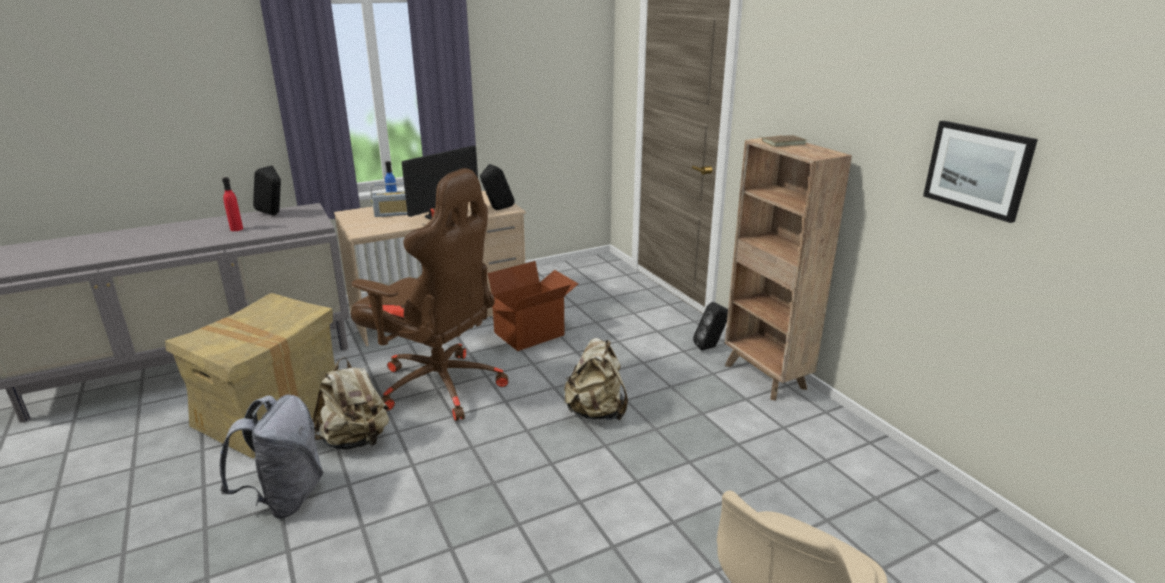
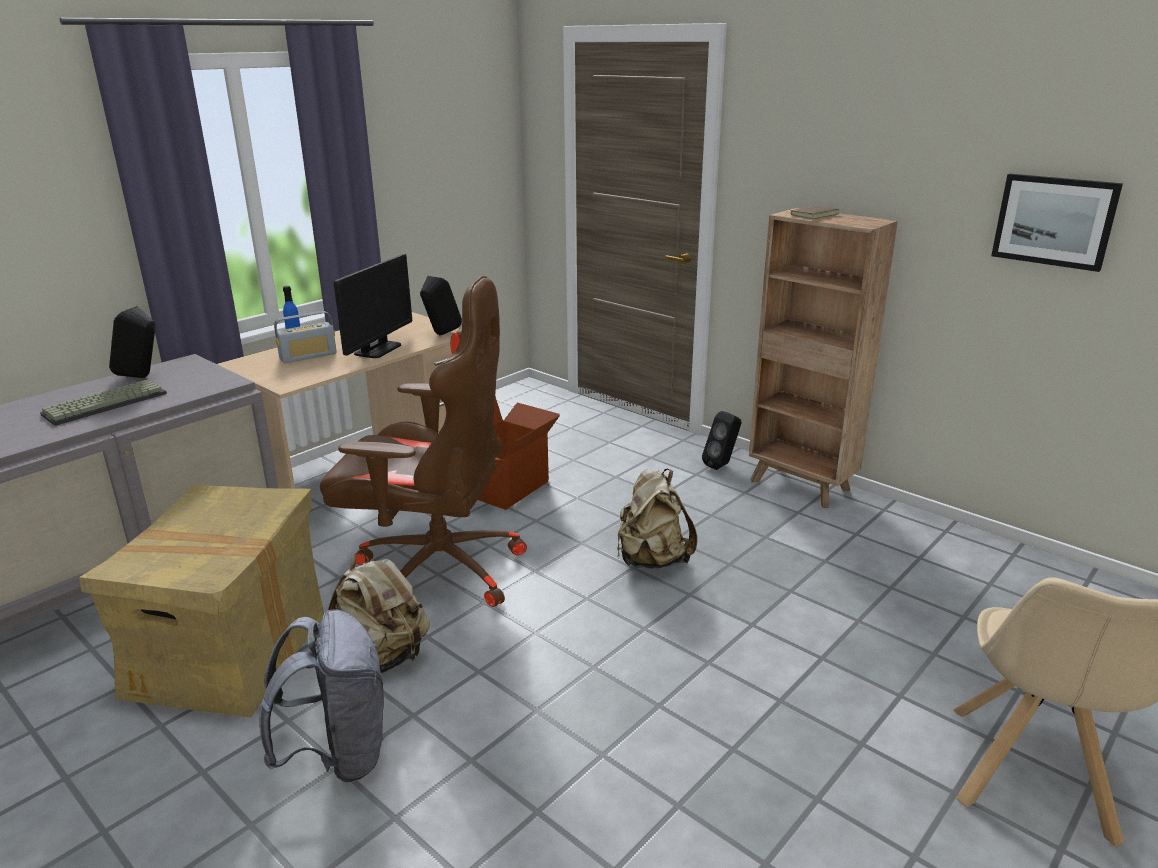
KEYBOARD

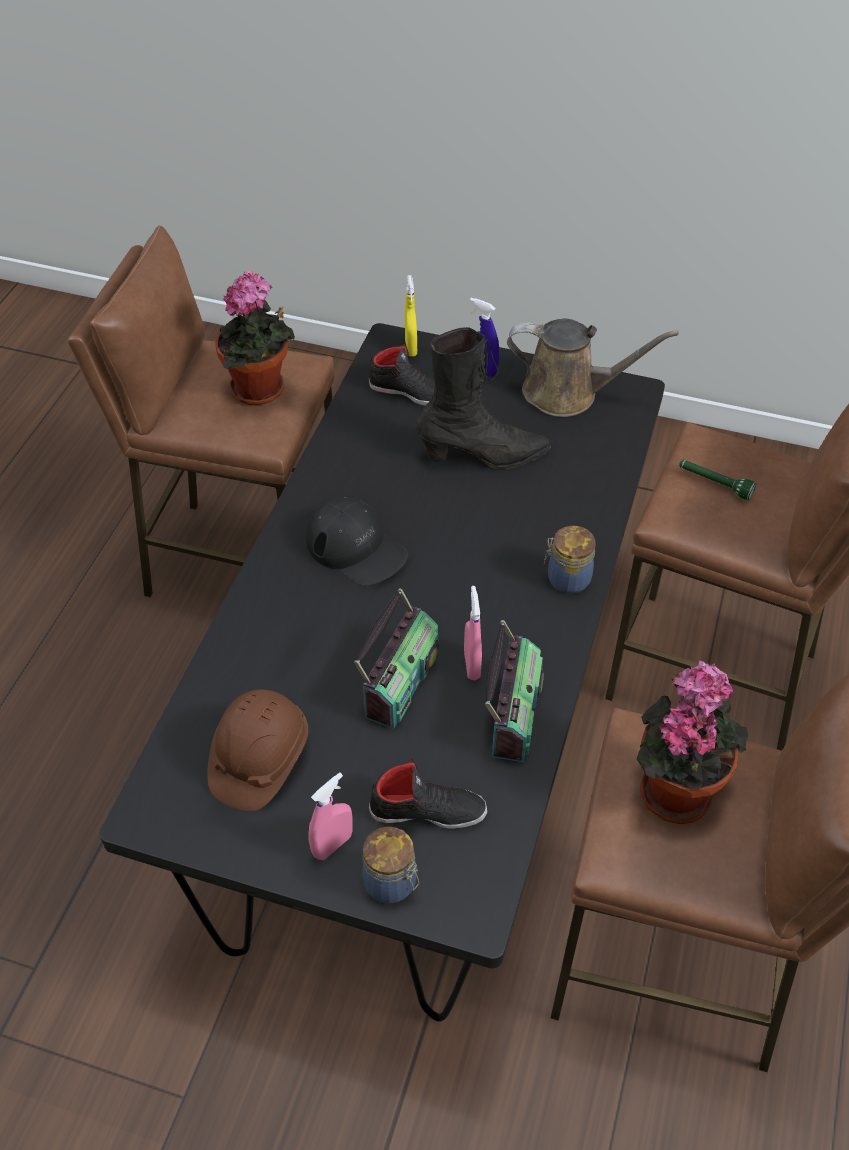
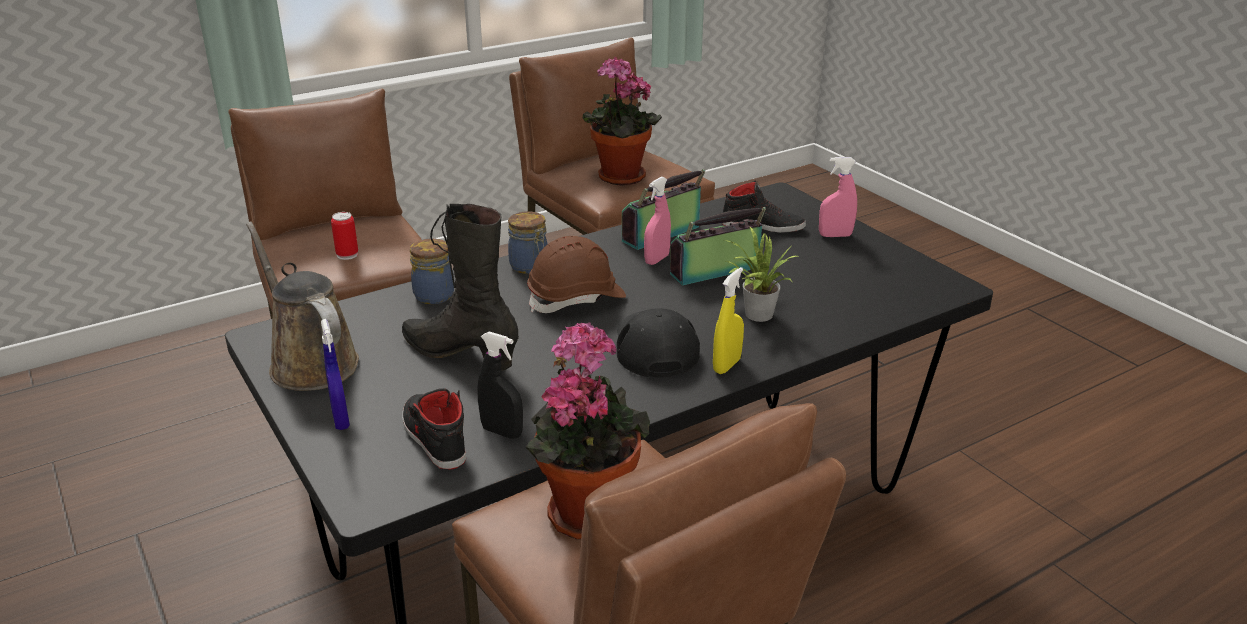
BROWN HARD HAT
JAR (no. 1 from left)
BLACK SHOE (no. 2 from left)
YELLOW SPRAY BOTTLE
CAN
BLACK SPRAY BOTTLE
POTTED PLANT (no. 3 from left)

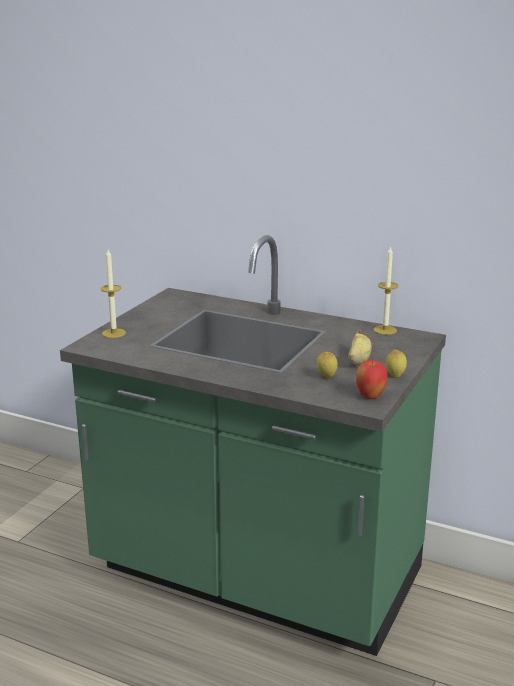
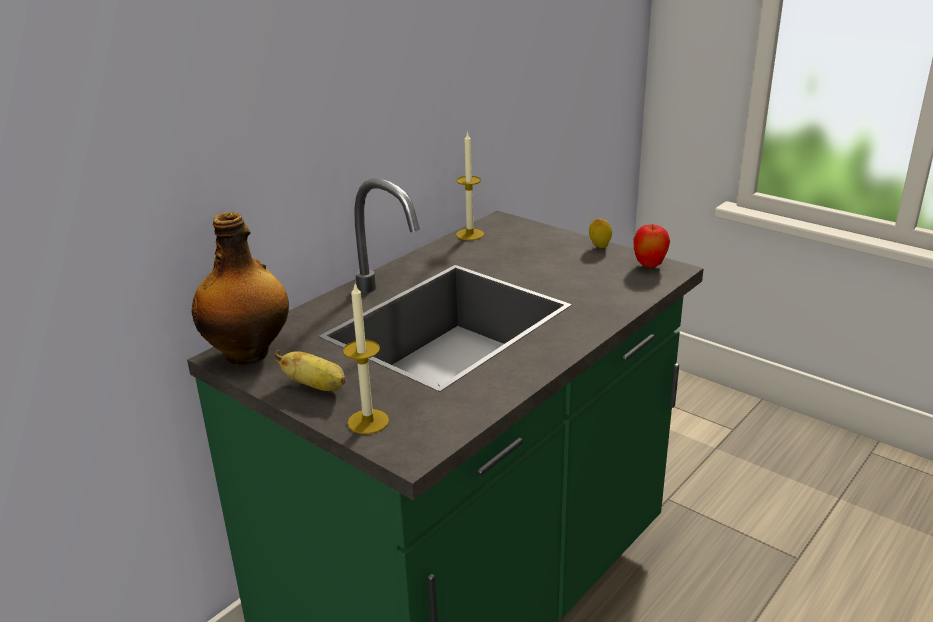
LEMON (no. 1 from left in the first image)
BANANA
BOTTLE

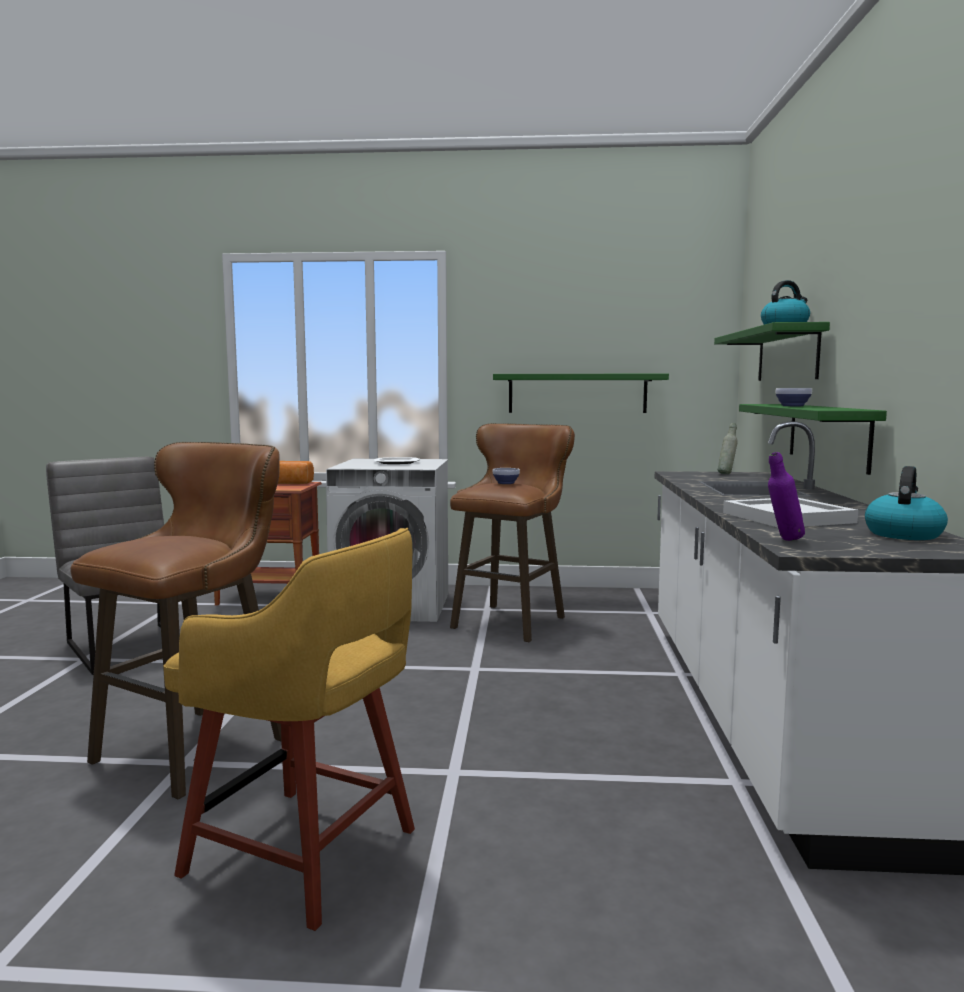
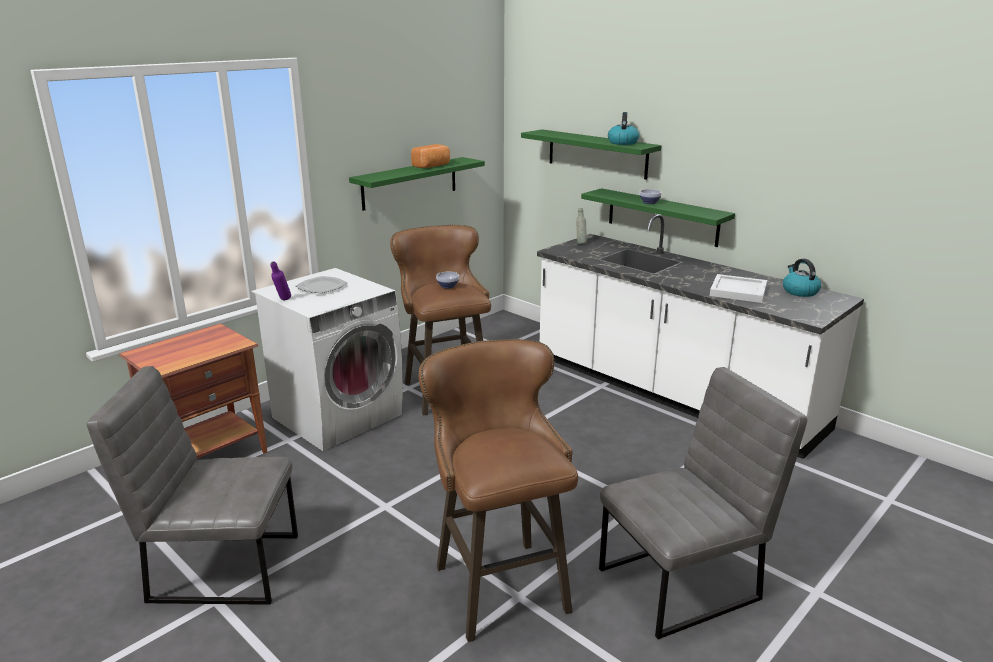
GREY CHAIR (no. 2 from left)
BREAD
PURPLE BOTTLE

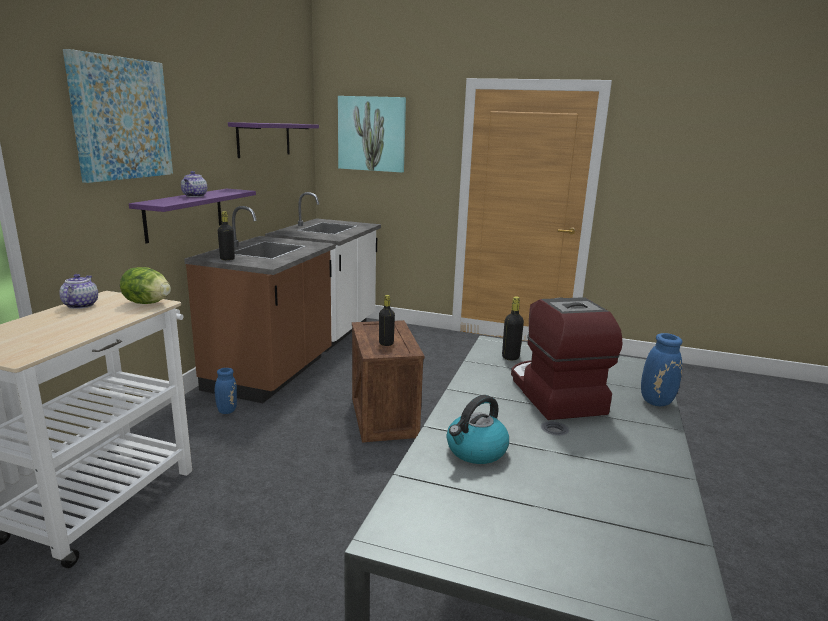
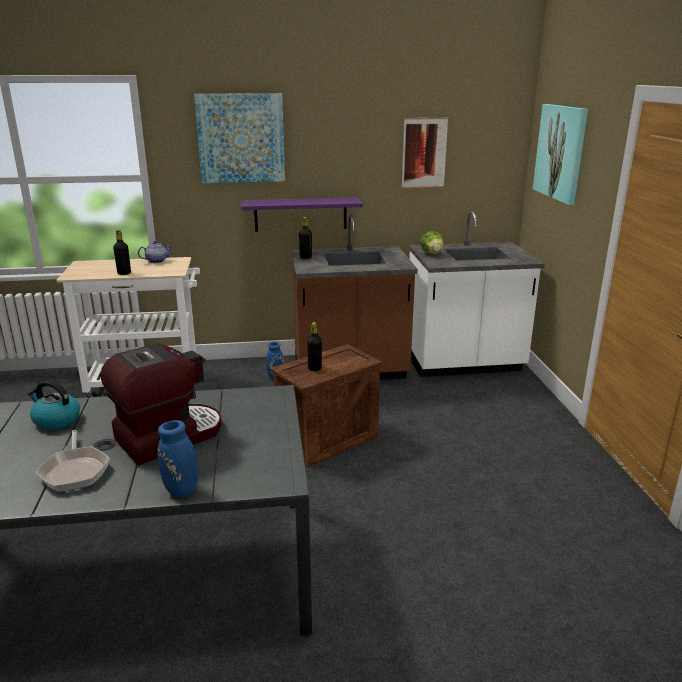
LETTUCE
TEAPOT (no. 2 from left in the first image)
PICTURE (no. 2 from left)
BLACK BOTTLE (no. 1 from left)
FRYING PAN

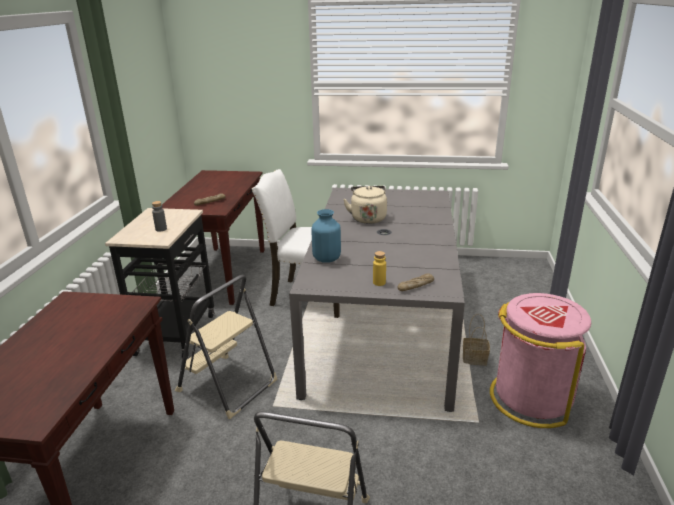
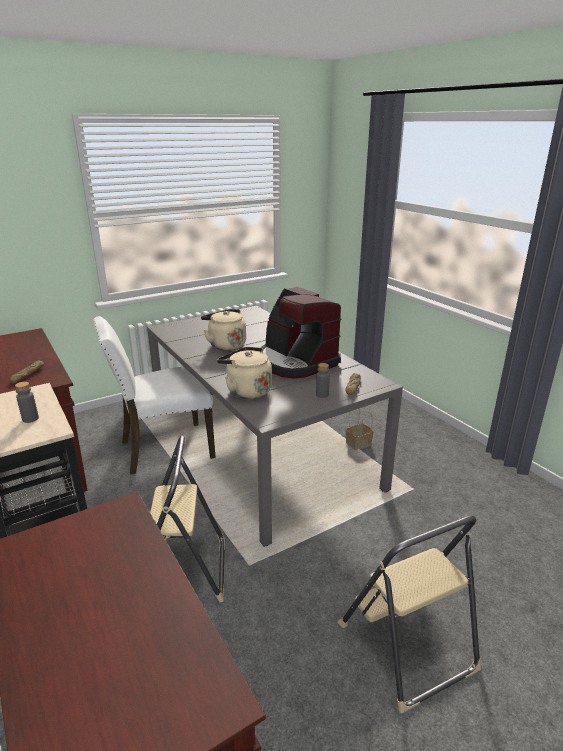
BEIGE KETTLE (no. 2 from left)
GREY BOTTLE (no. 2 from left)
PINK TRASH CAN
COFFEE MACHINE

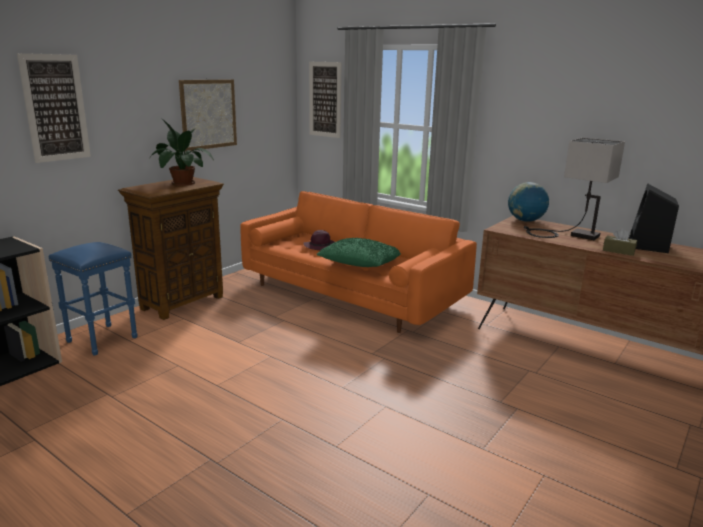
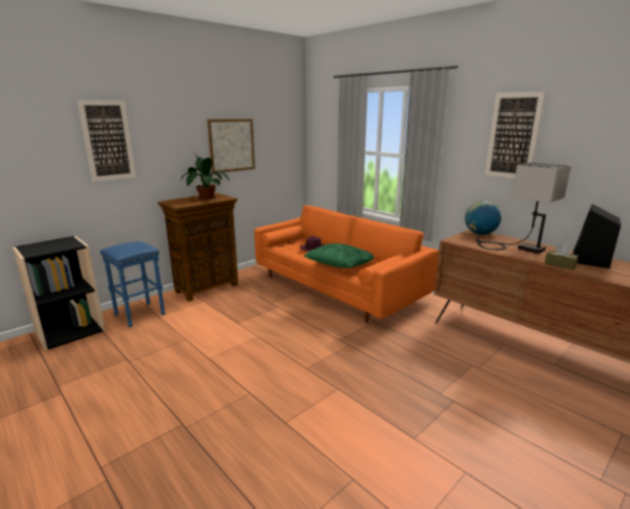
PICTURE (no. 3 from left)

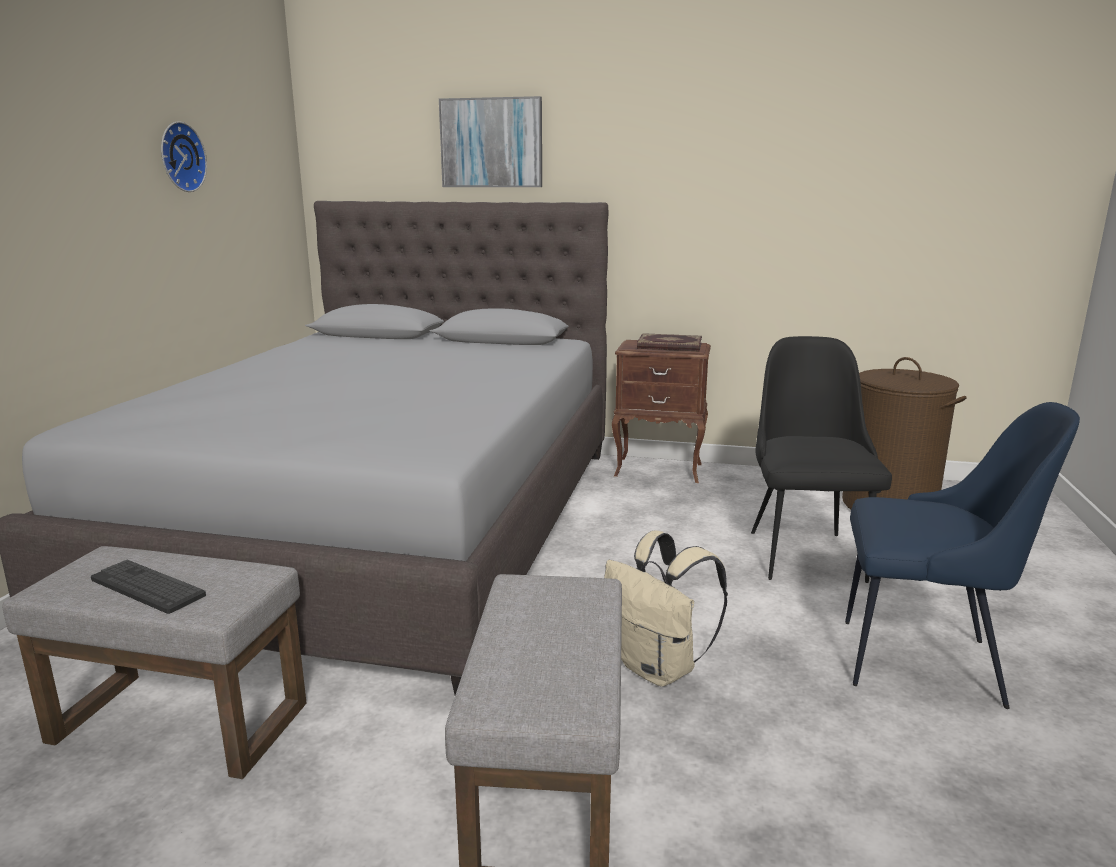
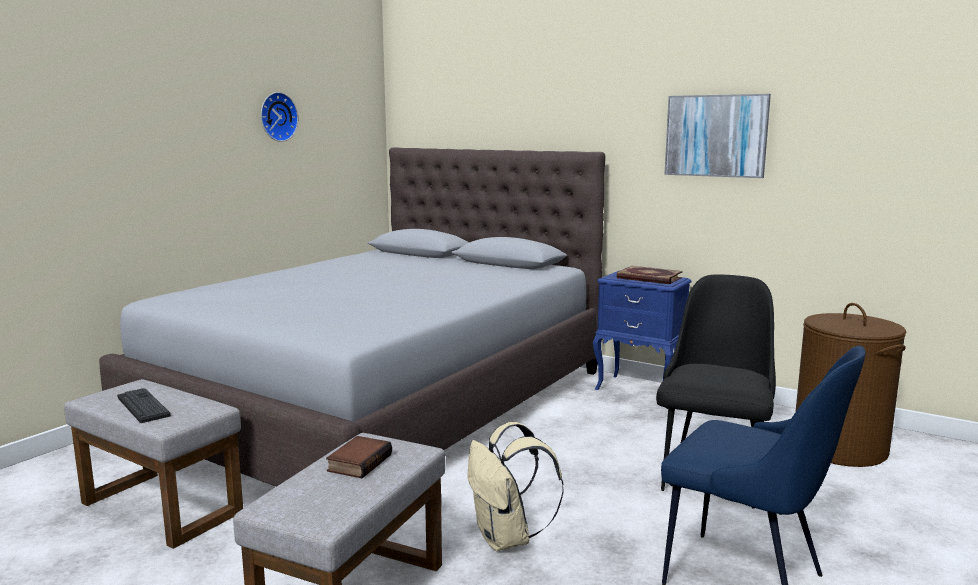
PICTURE
BLUE NIGHTSTAND
BOOK (no. 1 from left)

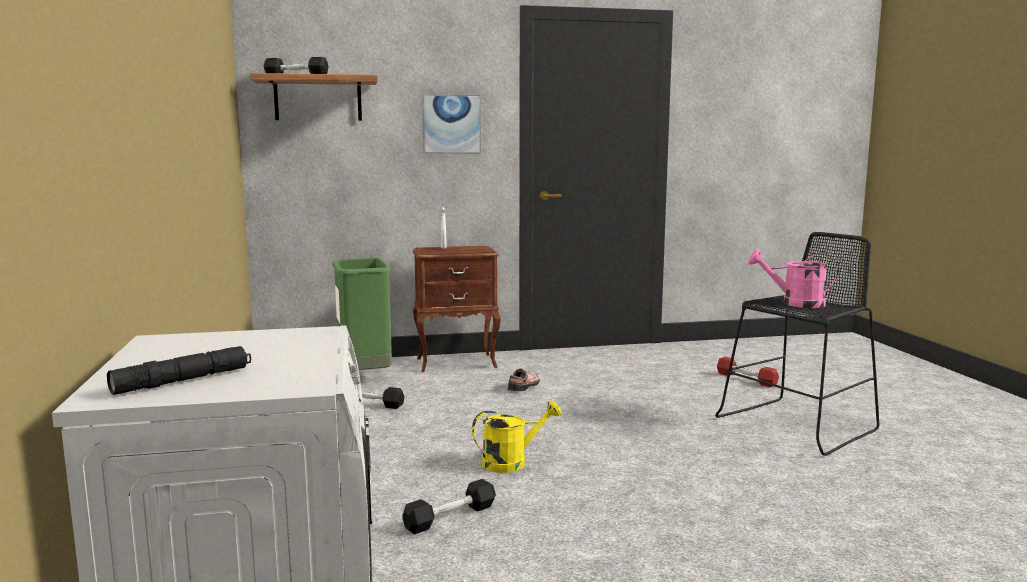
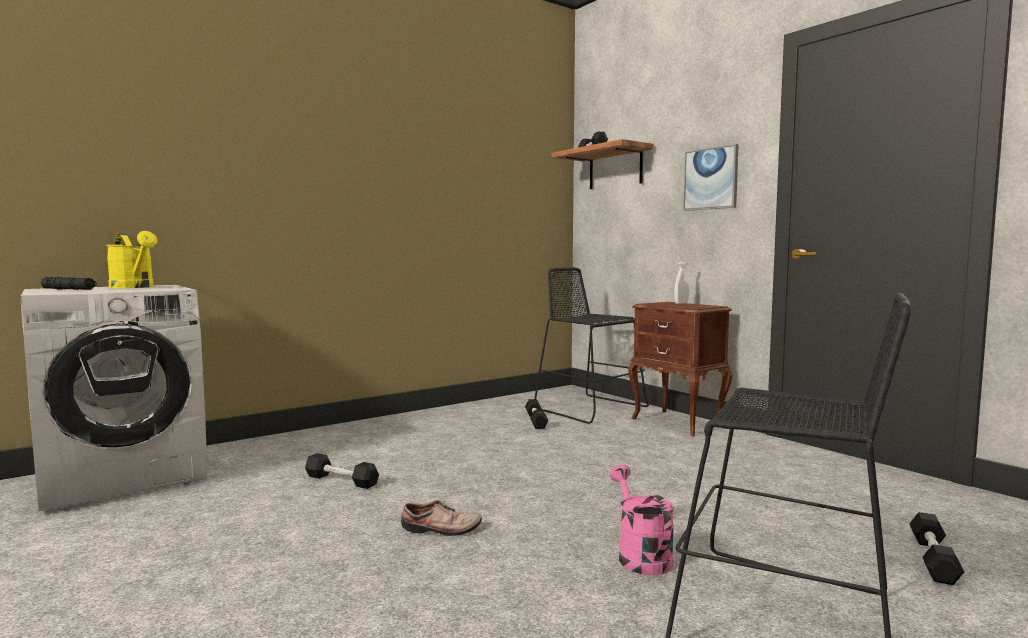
BLACK STOOL (no. 1 from left)
YELLOW WATERING CAN
SHOE
BLACK DUMBBELL (no. 4 from left)
PINK WATERING CAN

